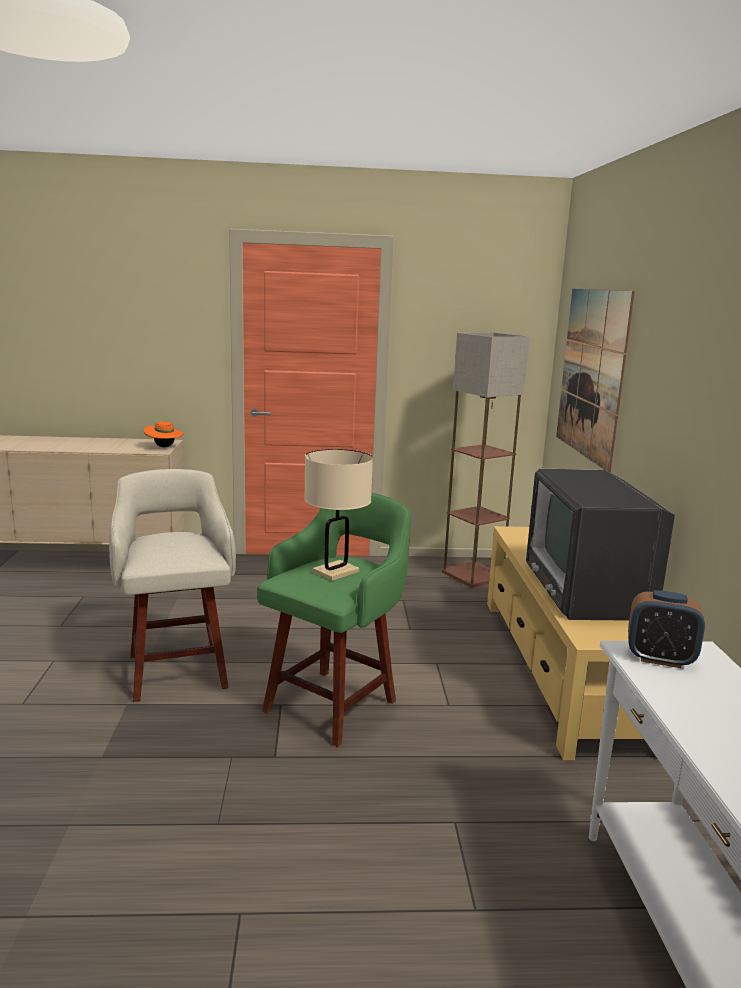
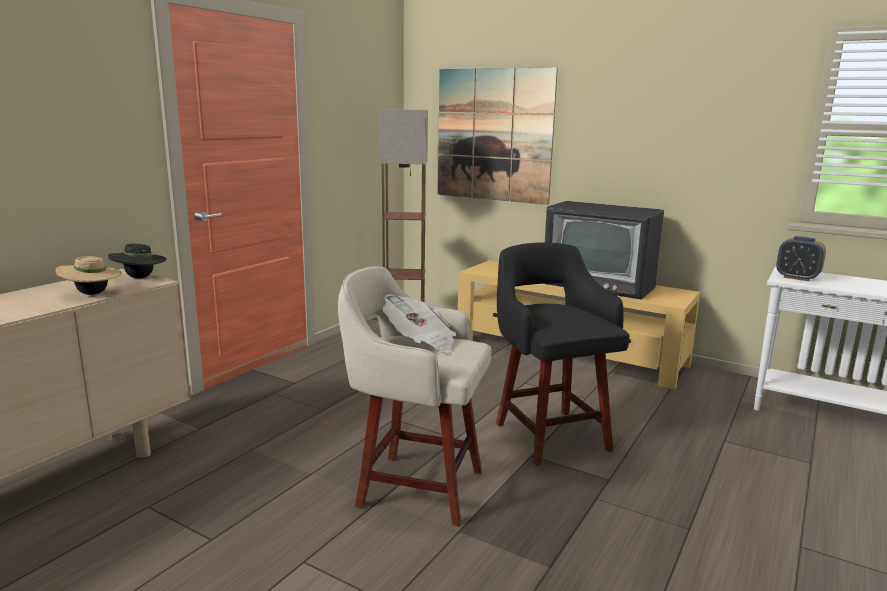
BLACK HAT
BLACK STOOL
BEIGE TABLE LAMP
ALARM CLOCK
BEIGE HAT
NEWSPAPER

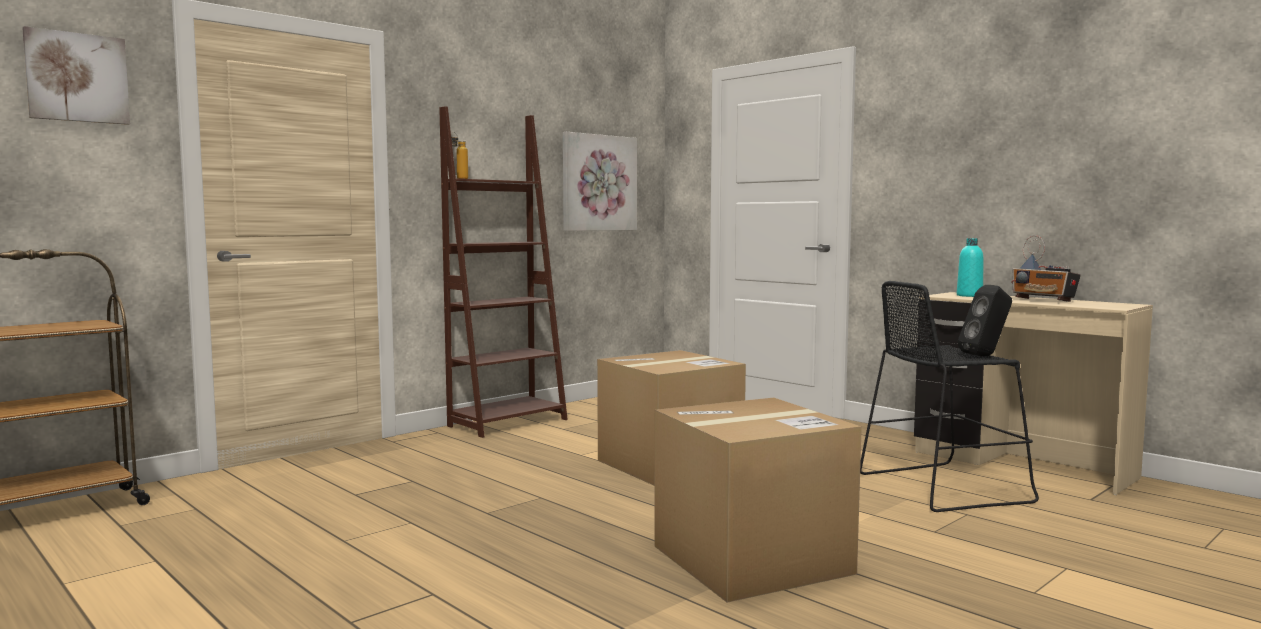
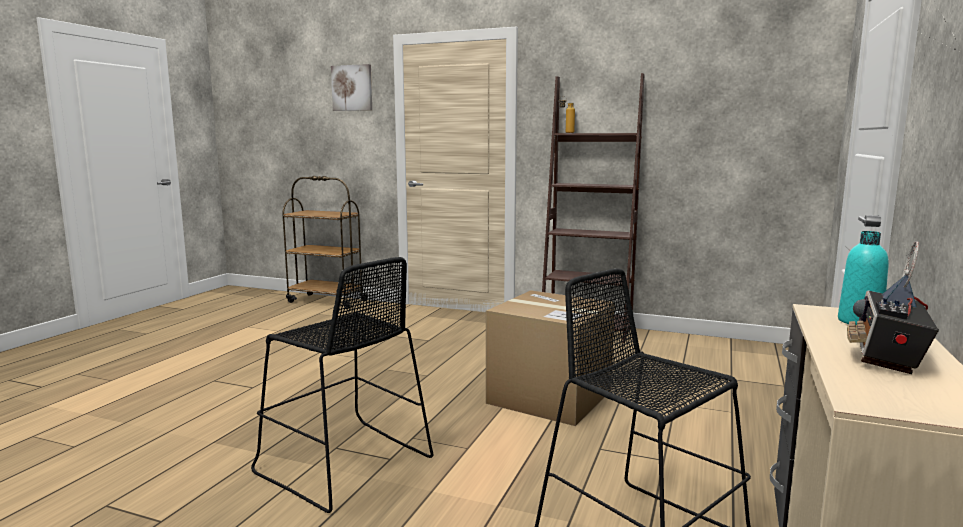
PICTURE (no. 2 from left in the first image)
BLACK STOOL (no. 1 from left)
BLACK SPEAKER

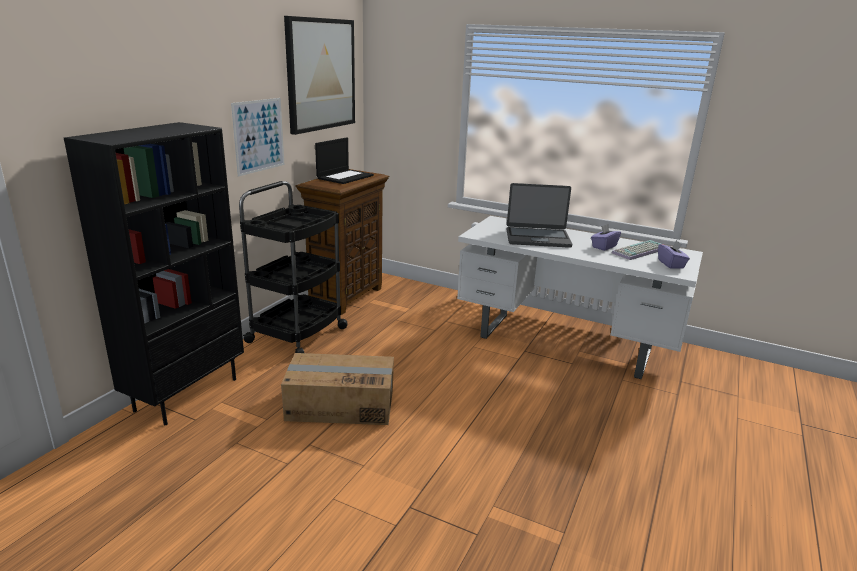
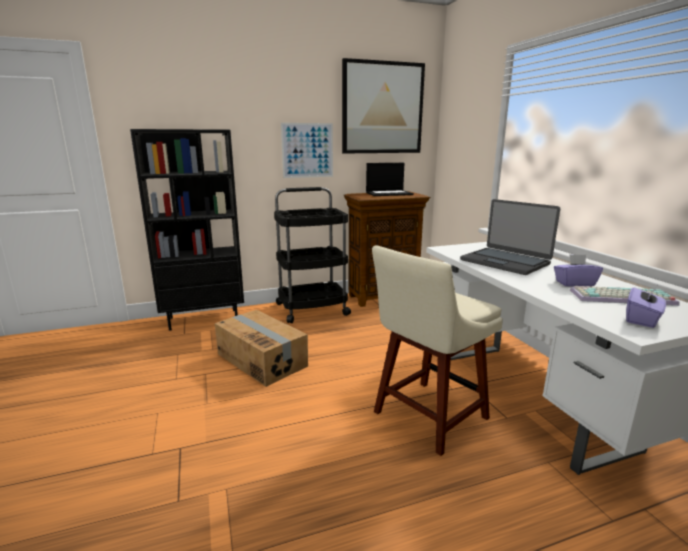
BEIGE STOOL

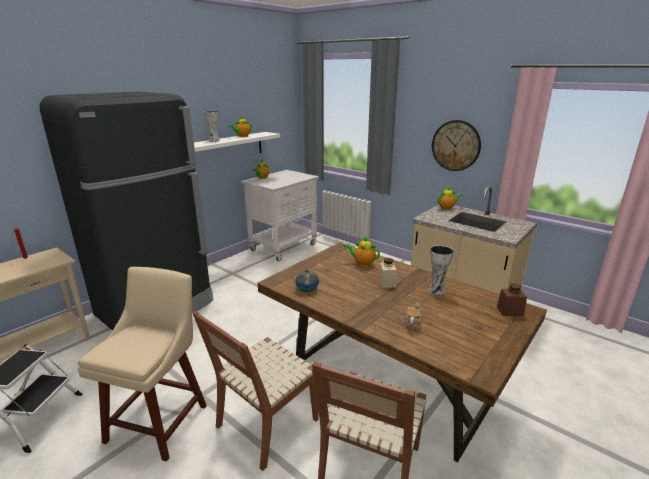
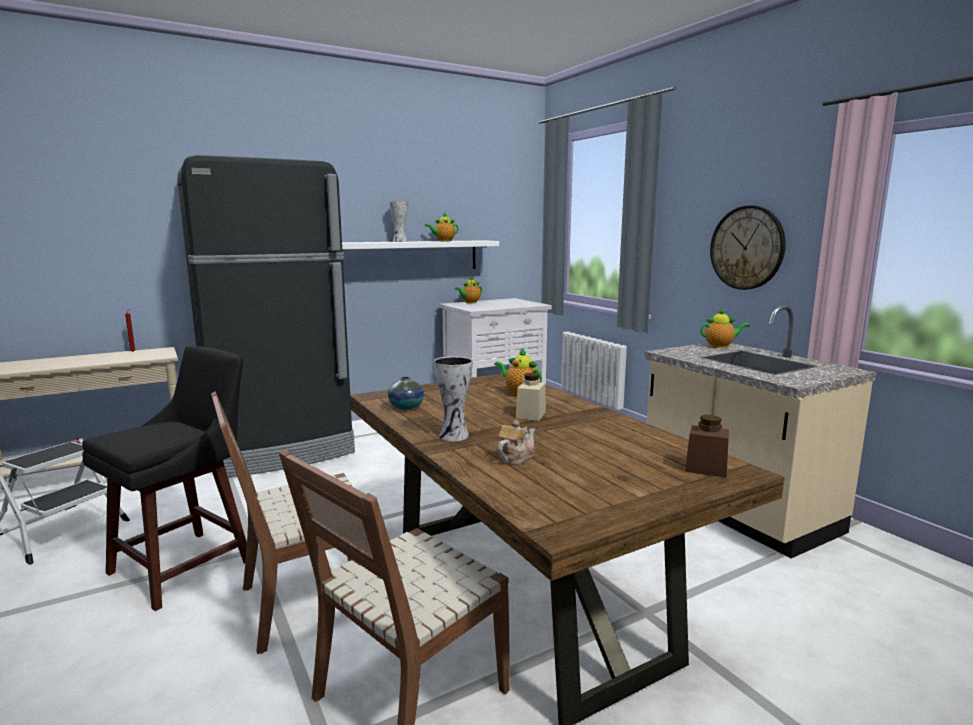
BLACK STOOL
VASE (no. 3 from left)

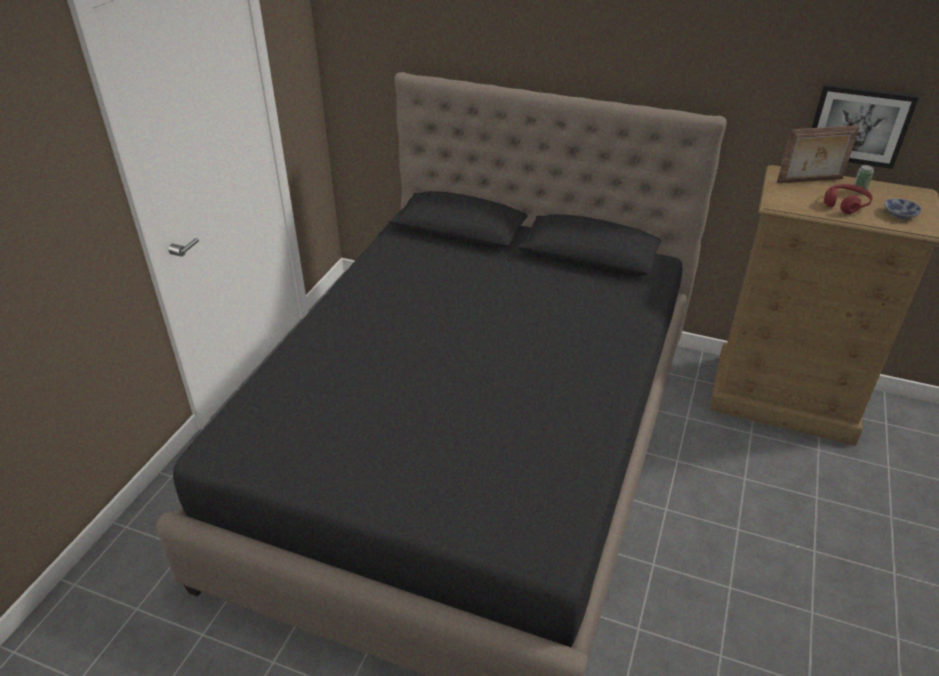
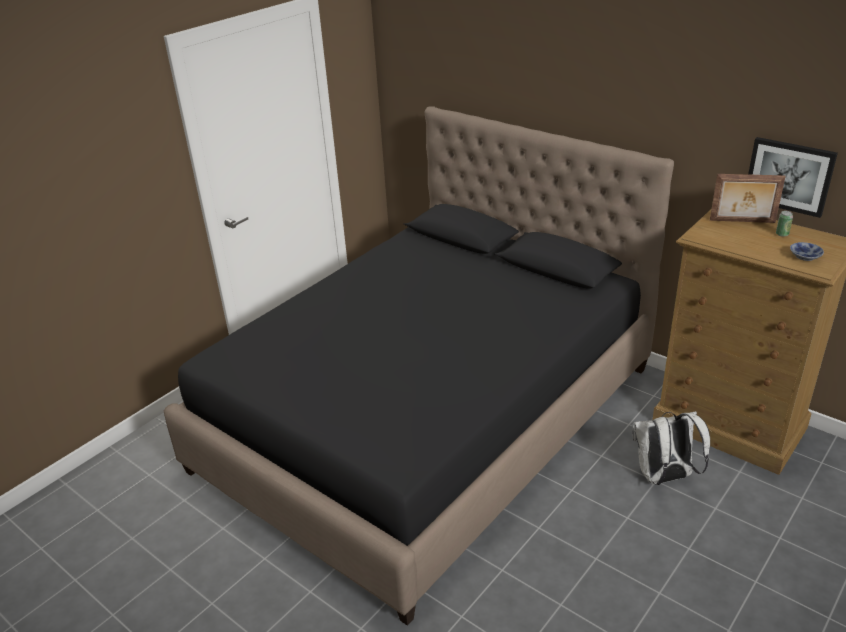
RED HEADPHONES
WHITE BACKPACK

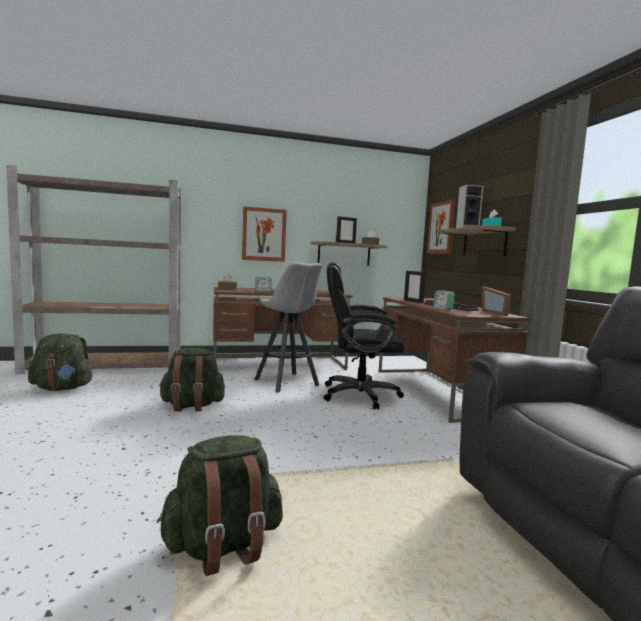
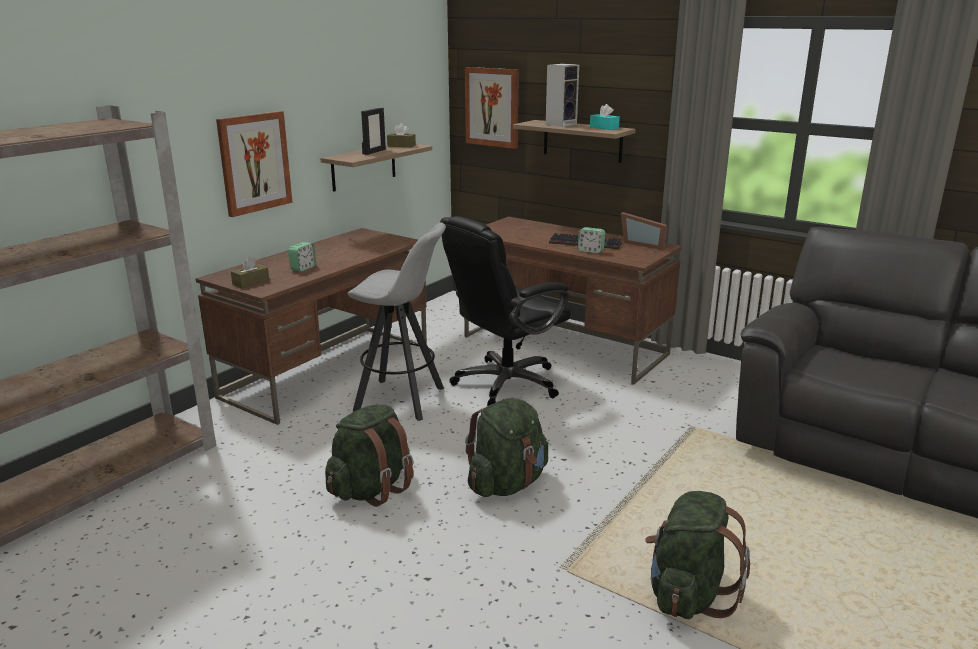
GREEN BACKPACK (no. 2 from left)
PICTURE FRAME (no. 2 from left in the first image)

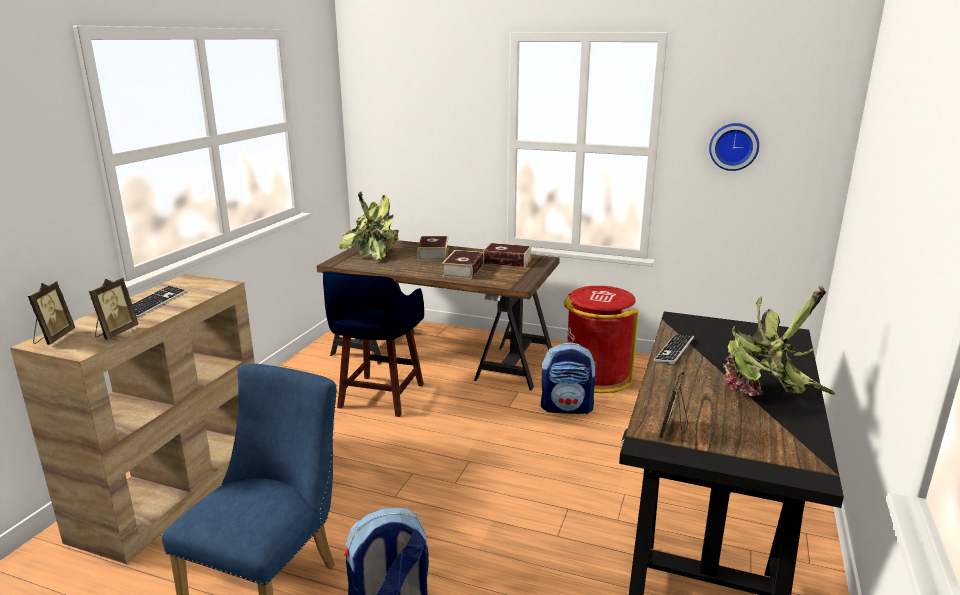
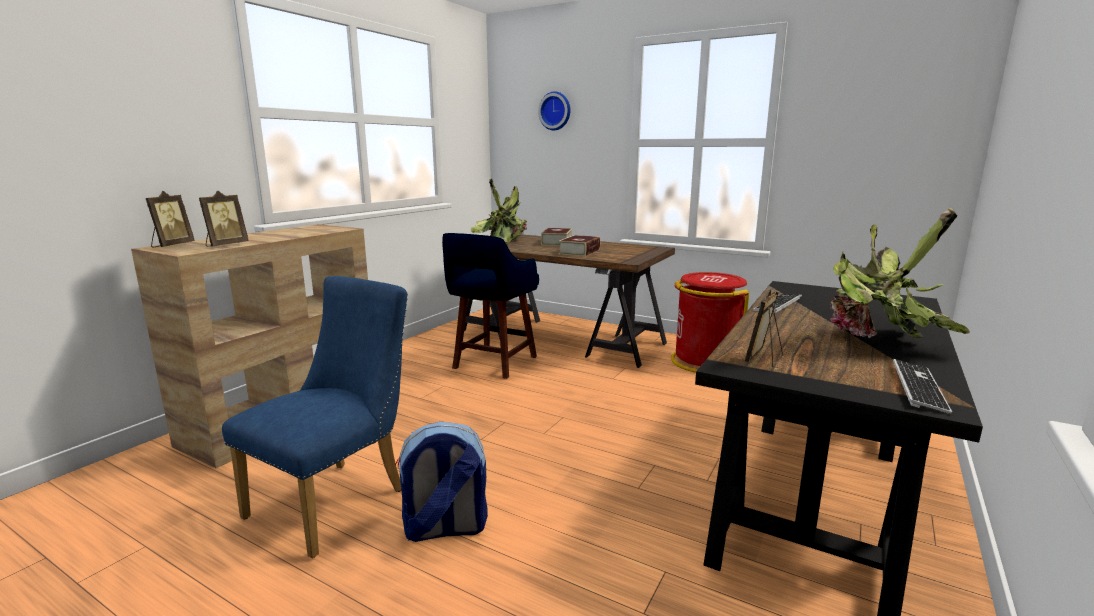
KEYBOARD (no. 2 from left)
BOOK (no. 3 from left in the first image)
BACKPACK (no. 2 from left in the first image)
WALL CLOCK

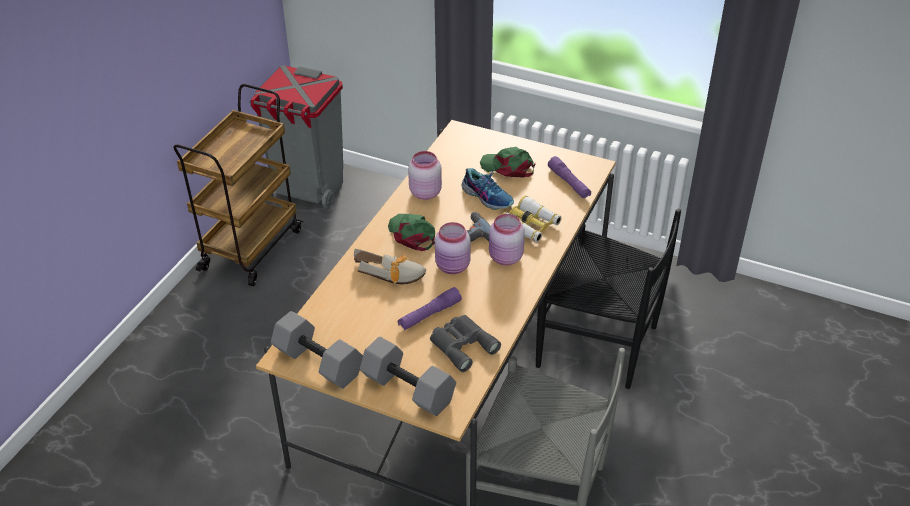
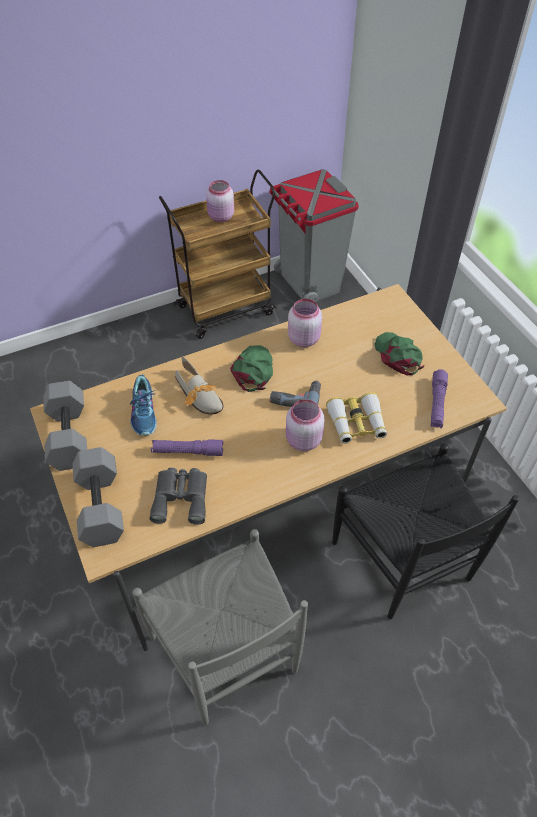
PINK JAR (no. 1 from left)
SHOE (no. 1 from left)

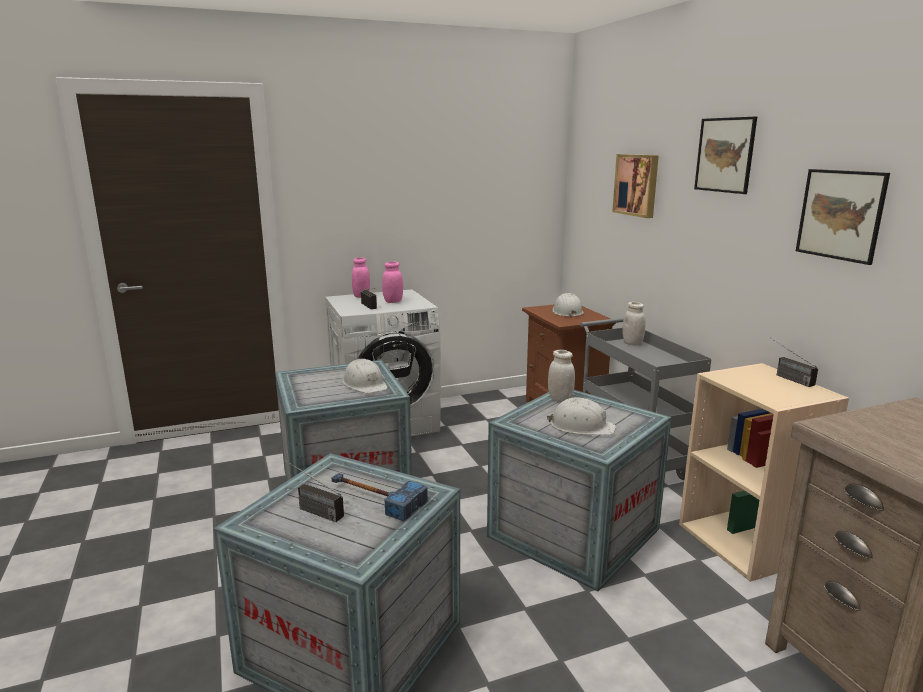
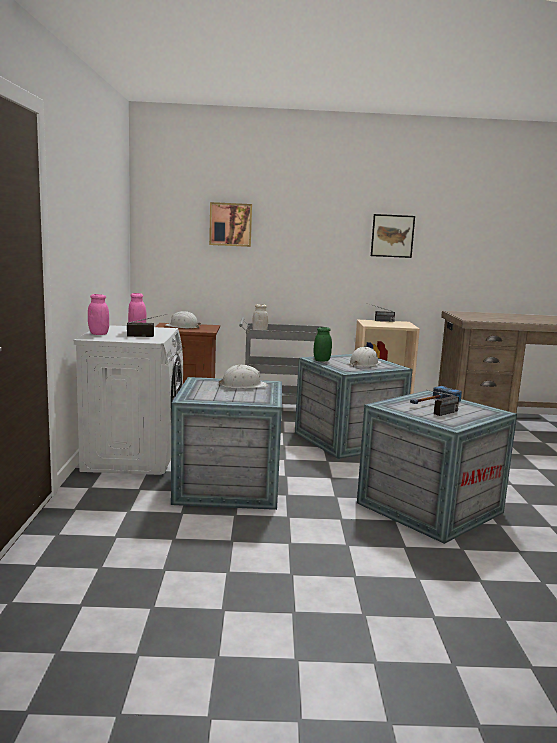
GREEN JAR
PICTURE (no. 2 from left in the first image)

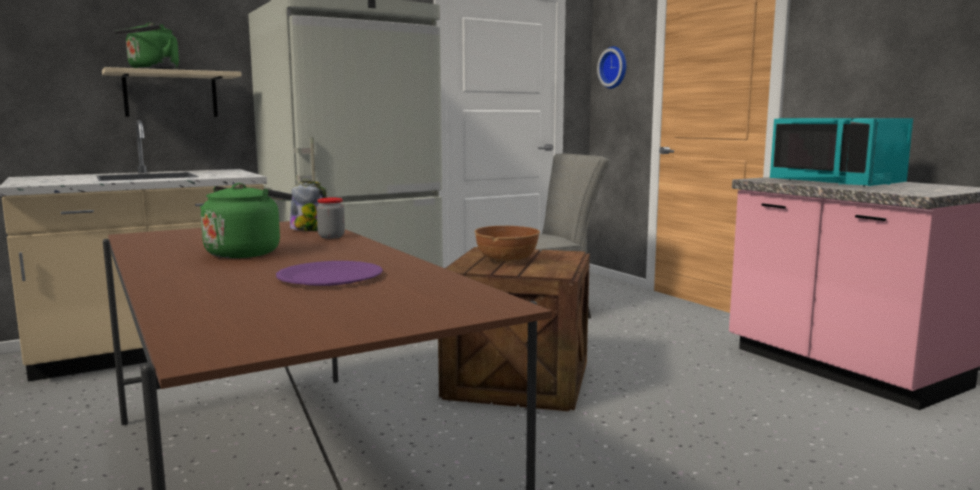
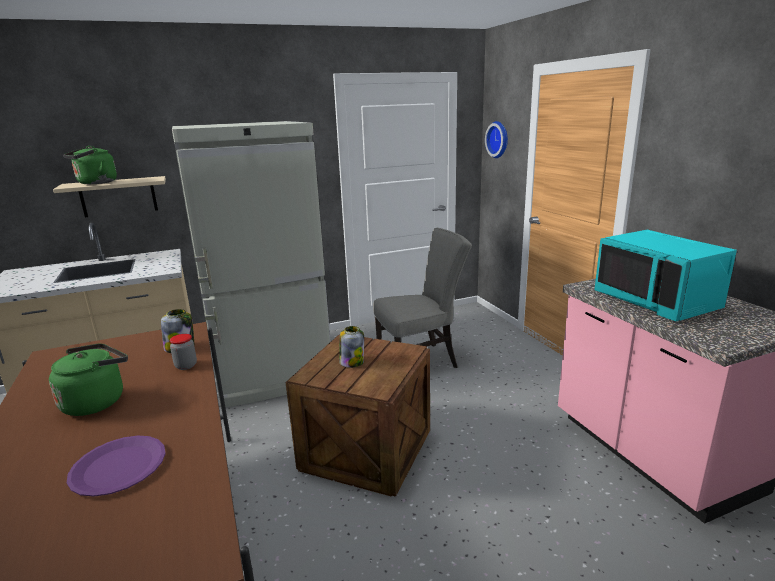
JAR (no. 3 from left)

